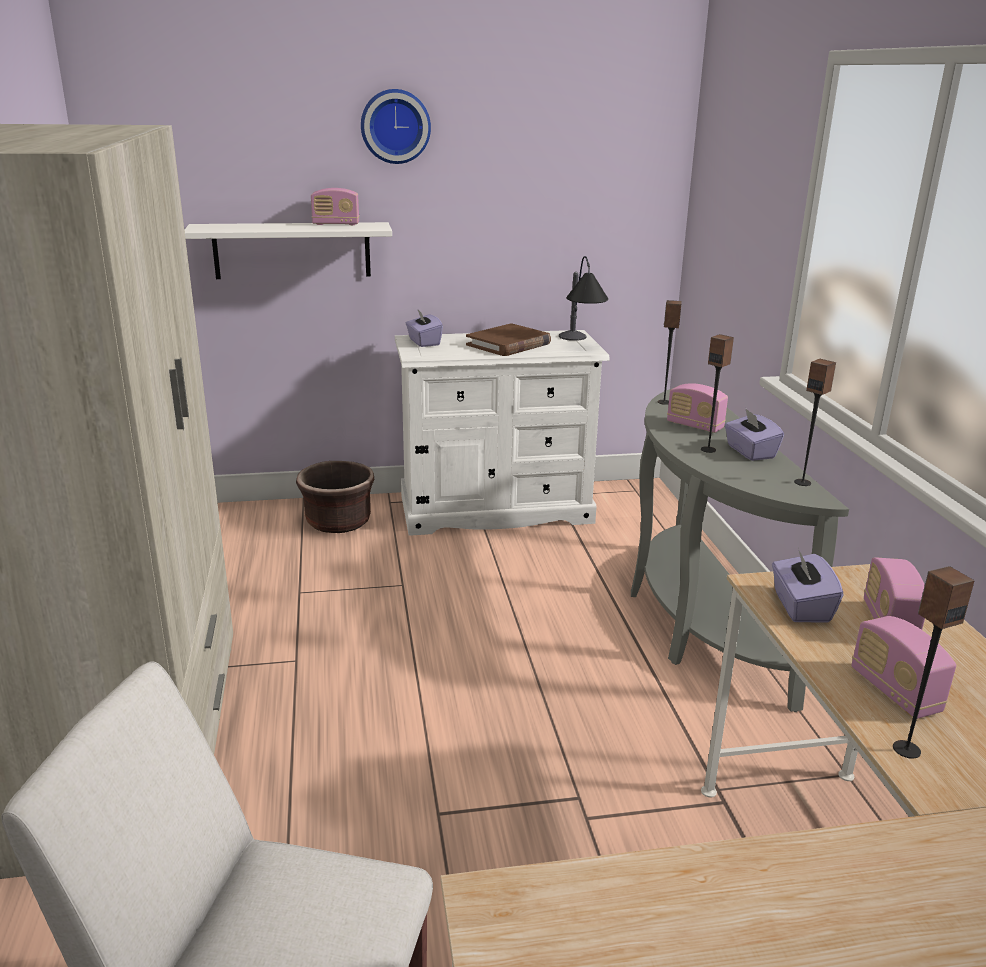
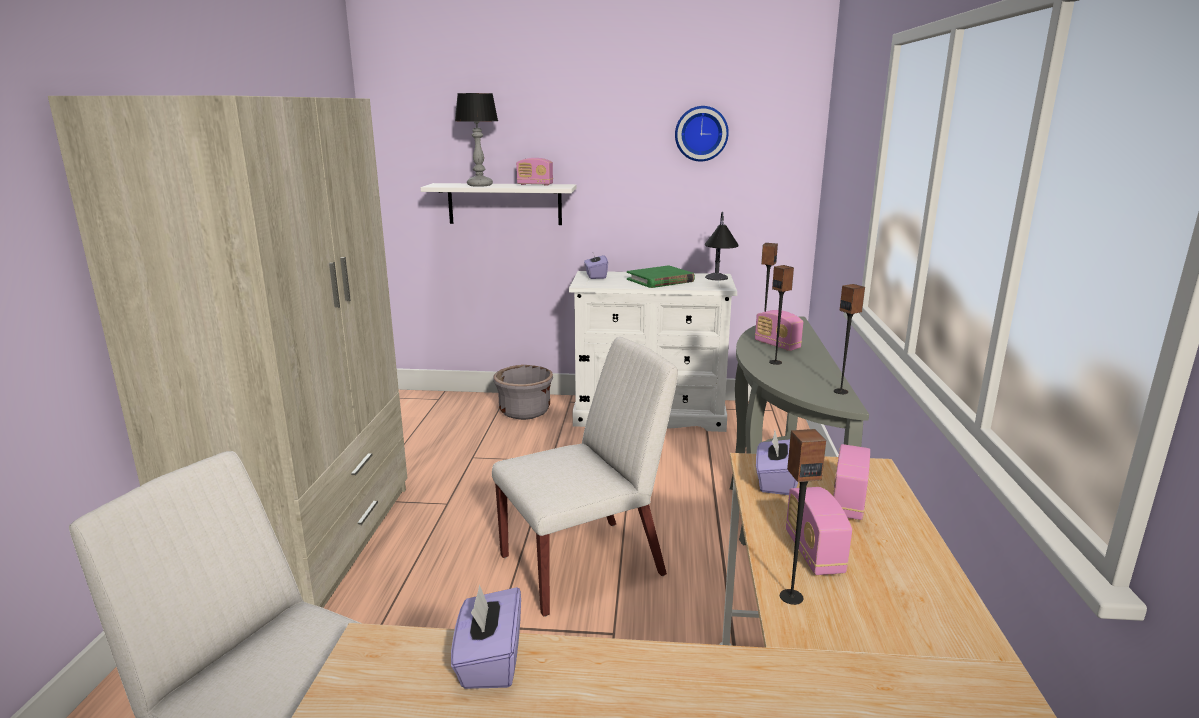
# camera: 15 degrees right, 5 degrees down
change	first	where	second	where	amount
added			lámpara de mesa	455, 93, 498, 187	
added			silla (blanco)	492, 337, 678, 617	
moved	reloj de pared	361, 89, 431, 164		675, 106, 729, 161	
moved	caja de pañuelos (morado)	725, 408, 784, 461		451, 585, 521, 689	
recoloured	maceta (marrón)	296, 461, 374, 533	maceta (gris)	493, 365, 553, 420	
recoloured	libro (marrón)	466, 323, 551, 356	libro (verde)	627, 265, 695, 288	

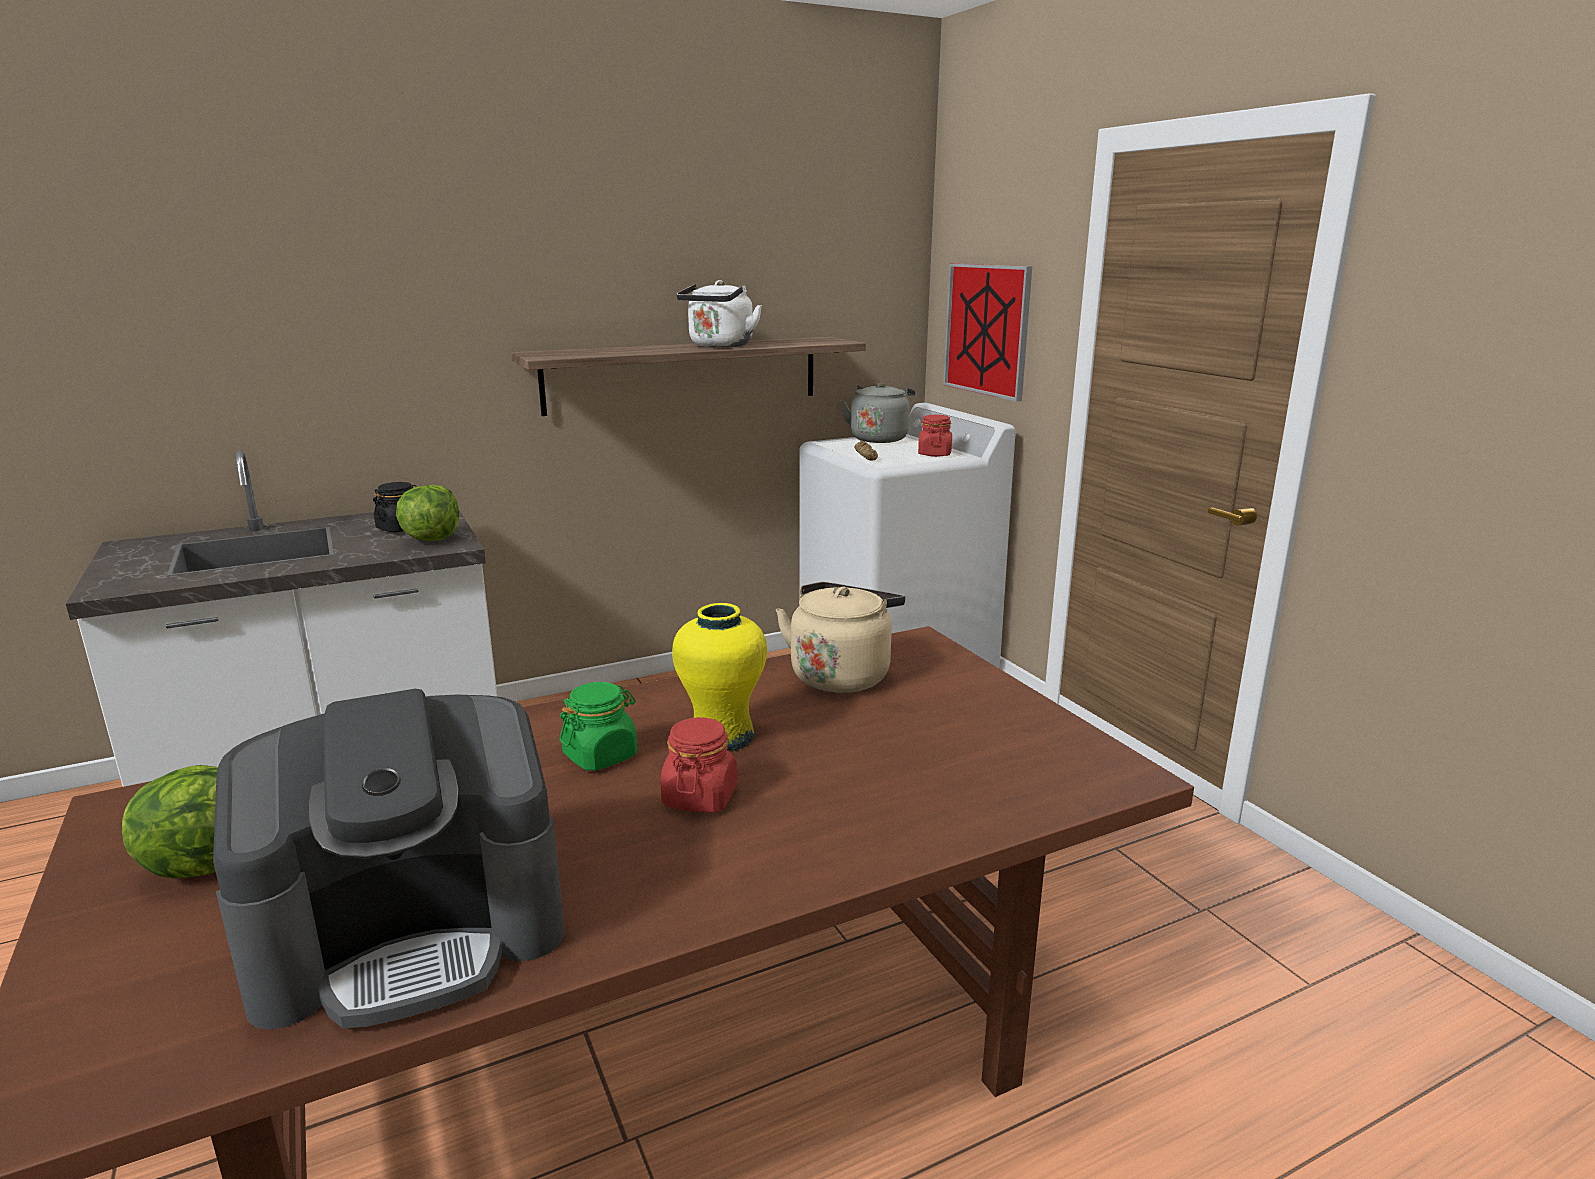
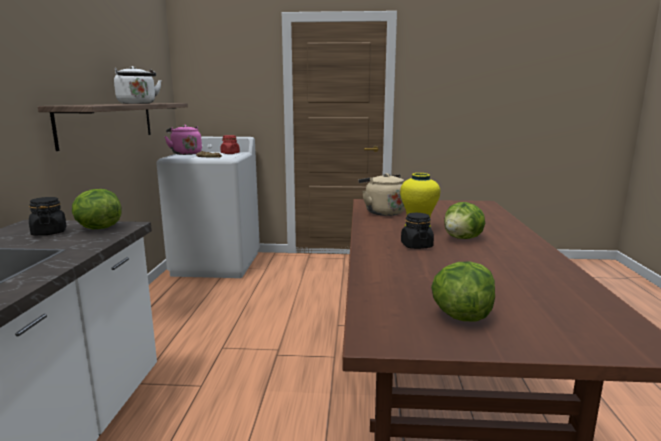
# camera: 60 degrees left, 5 degrees down
change	first	where	second	where	amount
removed	cafetera	213, 689, 564, 1030			
removed	cuadro	943, 263, 1032, 402			
replaced	tarro (rojo)	660, 717, 737, 813	lechuga	444, 202, 485, 239	
recoloured	tarro (verde)	560, 682, 637, 771	tarro (negro)	401, 213, 434, 249	
recoloured	hervidor (gris)	840, 382, 915, 443	hervidor (rosa)	164, 125, 202, 155	

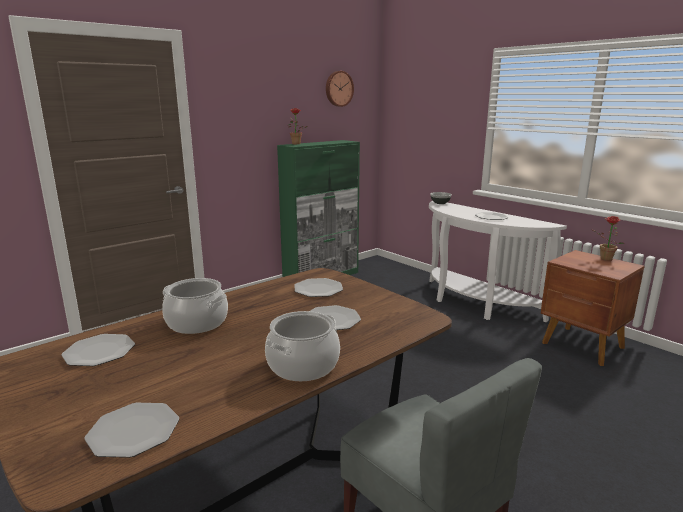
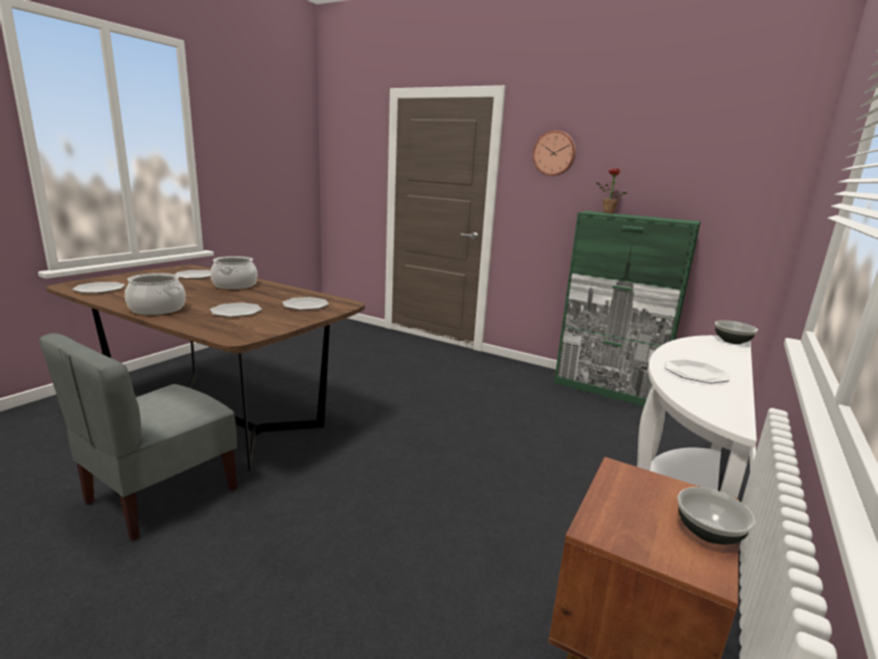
# camera: 70 degrees right, 0 degrees up
change	first	where	second	where	amount
moved	reloj de pared	326, 71, 354, 107		533, 130, 576, 176	
replaced	planta en maceta	591, 216, 624, 261	cuenco	678, 487, 755, 545	

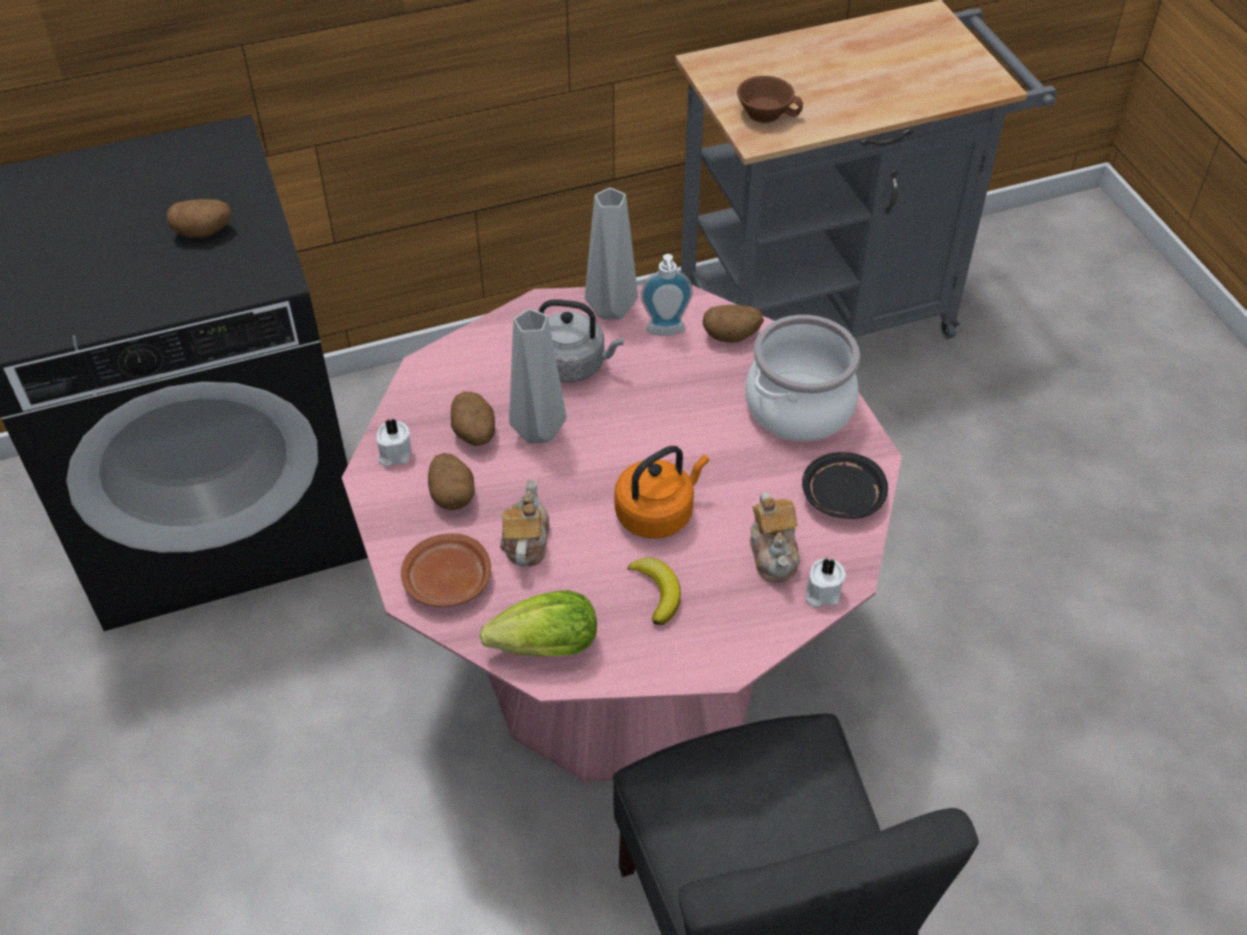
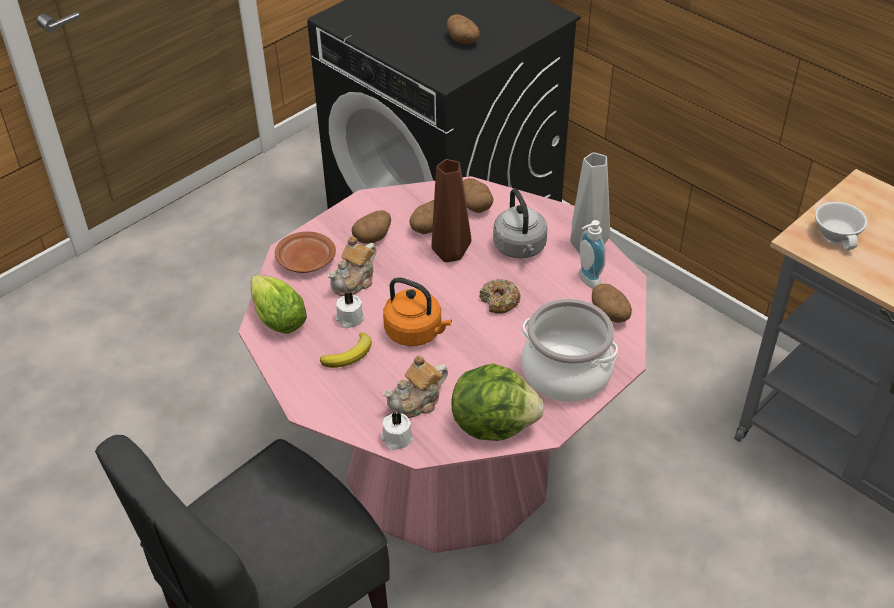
# camera: 65 degrees right, 5 degrees down
change	first	where	second	where	amount
added			patata	463, 178, 493, 213	
added			rosquilla	479, 279, 520, 314	
moved	vela (blanco)	377, 418, 411, 467		335, 292, 364, 328	
replaced	plato (negro)	802, 452, 888, 519	lechuga	451, 363, 544, 441	
recoloured	florero (gris)	509, 309, 566, 444	florero (marrón)	431, 159, 471, 262	
recoloured	taza (marrón)	737, 76, 803, 123	taza (blanco)	815, 202, 868, 250	
turned	tetera	500, 479, 550, 567		328, 236, 376, 296	150 degrees clockwise

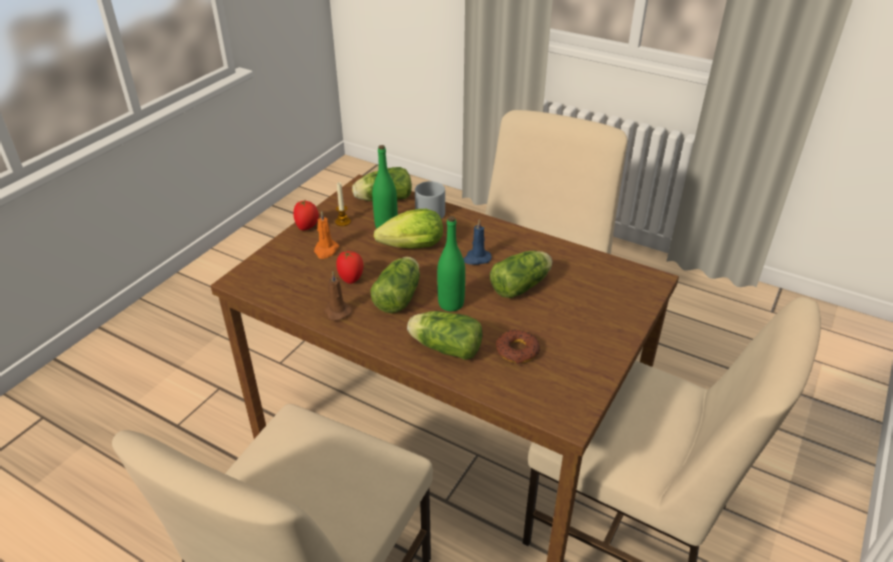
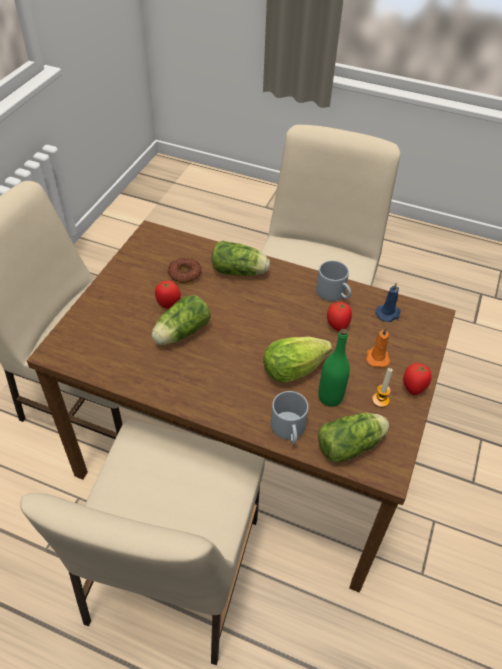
# camera: 170 degrees right, 10 degrees up
change	first	where	second	where	amount
removed	lechuga	370, 257, 420, 313			
removed	botella (verde)	437, 216, 465, 311			
added			tomate	155, 280, 181, 309	
moved	vela (azul)	463, 219, 492, 265		375, 282, 401, 322	
replaced	vela (marrón)	324, 271, 352, 321	taza grande (gris)	316, 260, 351, 301	

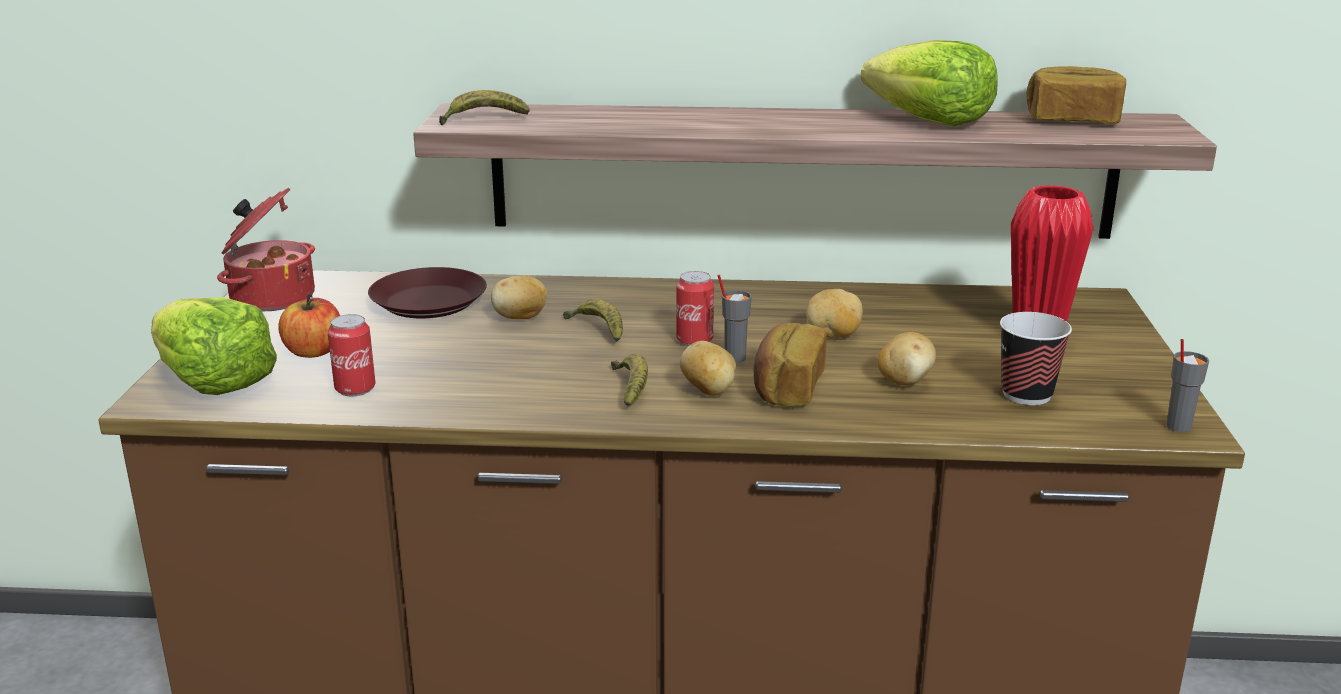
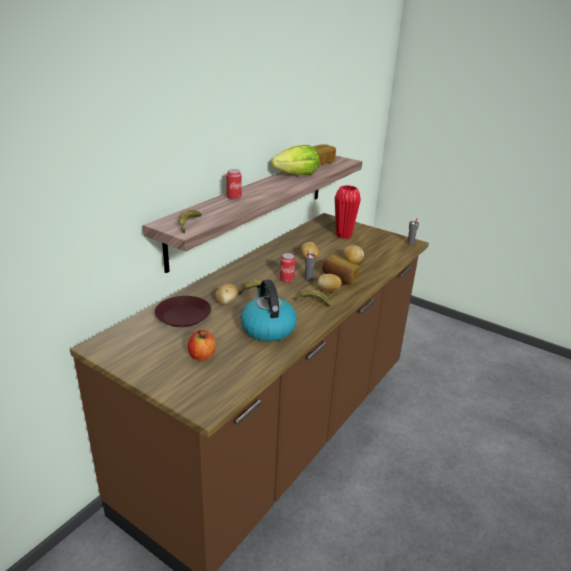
# camera: 60 degrees left, 5 degrees up
change	first	where	second	where	amount
removed	lechuga	151, 297, 277, 395			
removed	olla	217, 188, 315, 312			
removed	taza	1000, 312, 1072, 405			
added			hervidor	241, 280, 297, 342	
moved	lata	327, 314, 376, 396		226, 169, 242, 200	

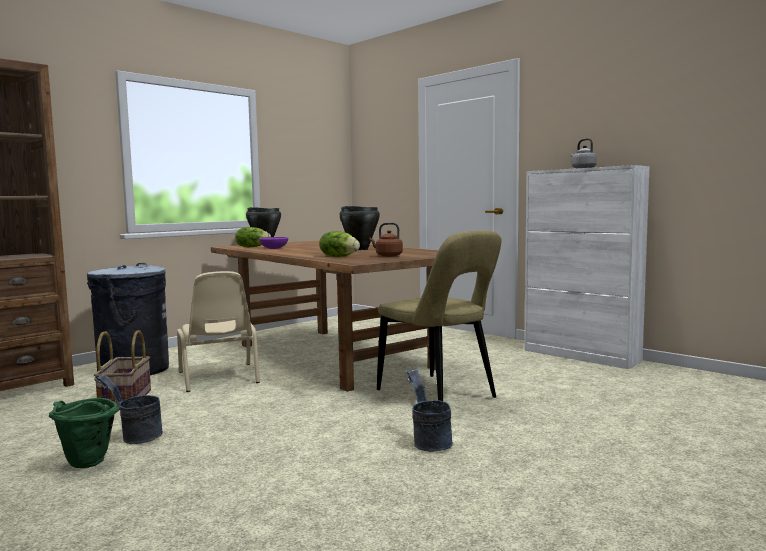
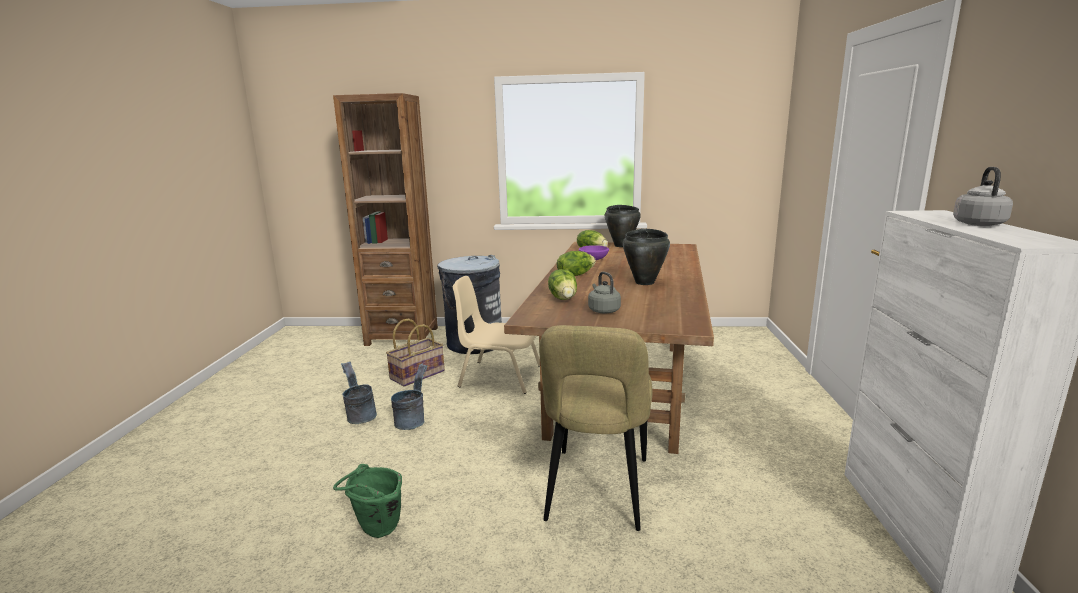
# camera: 50 degrees right, 10 degrees up
change	first	where	second	where	amount
added			lechuga	557, 251, 596, 276	
moved	cubo (verde)	49, 398, 119, 468		333, 464, 402, 538	
moved	cubo (gris)	405, 369, 453, 452		391, 364, 428, 430	
recoloured	hervidor (marrón)	369, 222, 403, 257	hervidor (gris)	588, 272, 621, 314	
turned	silla (beis)	177, 271, 260, 392		453, 276, 540, 394	75 degrees clockwise

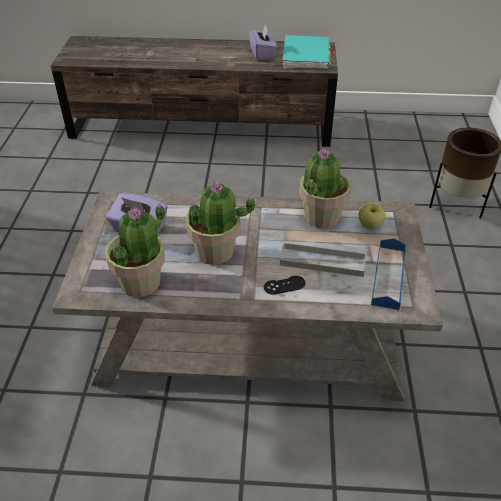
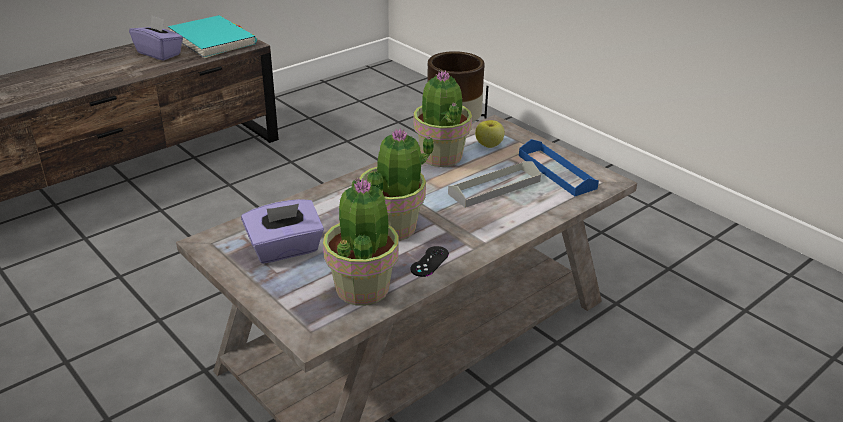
# camera: 45 degrees left, 10 degrees down
change	first	where	second	where	amount
moved	mando de consola (negro)	264, 276, 305, 295		410, 246, 449, 277	

